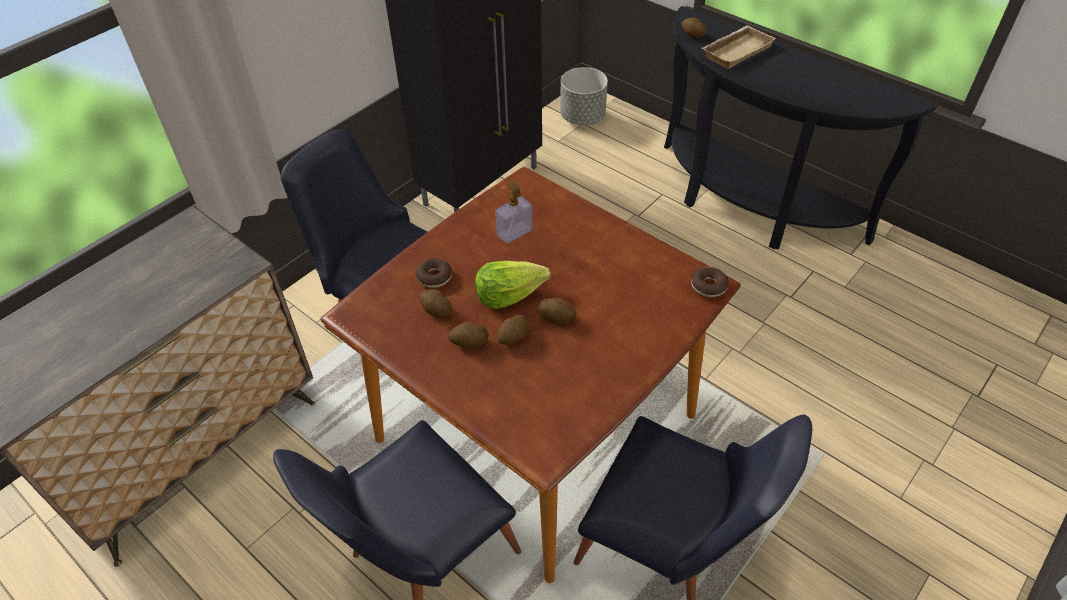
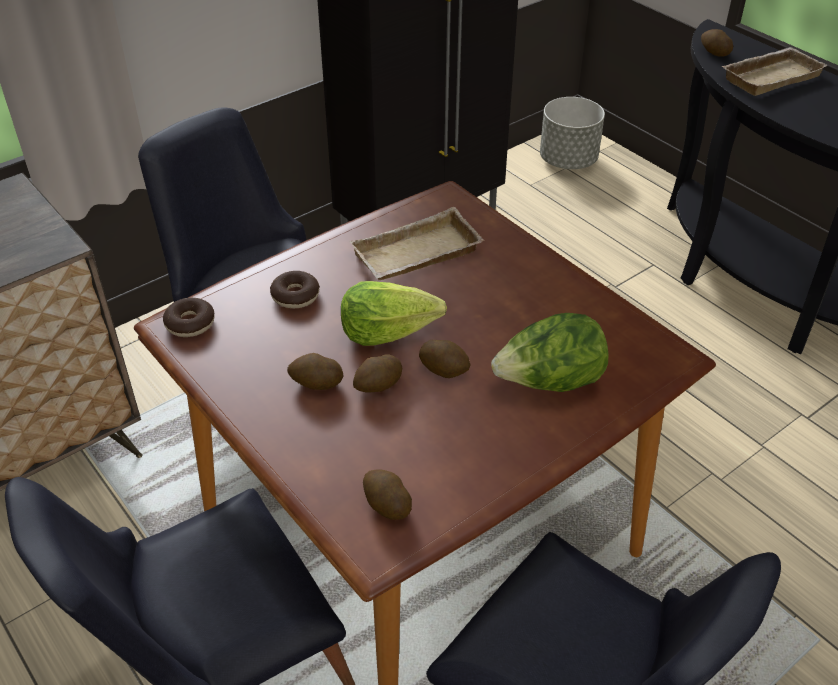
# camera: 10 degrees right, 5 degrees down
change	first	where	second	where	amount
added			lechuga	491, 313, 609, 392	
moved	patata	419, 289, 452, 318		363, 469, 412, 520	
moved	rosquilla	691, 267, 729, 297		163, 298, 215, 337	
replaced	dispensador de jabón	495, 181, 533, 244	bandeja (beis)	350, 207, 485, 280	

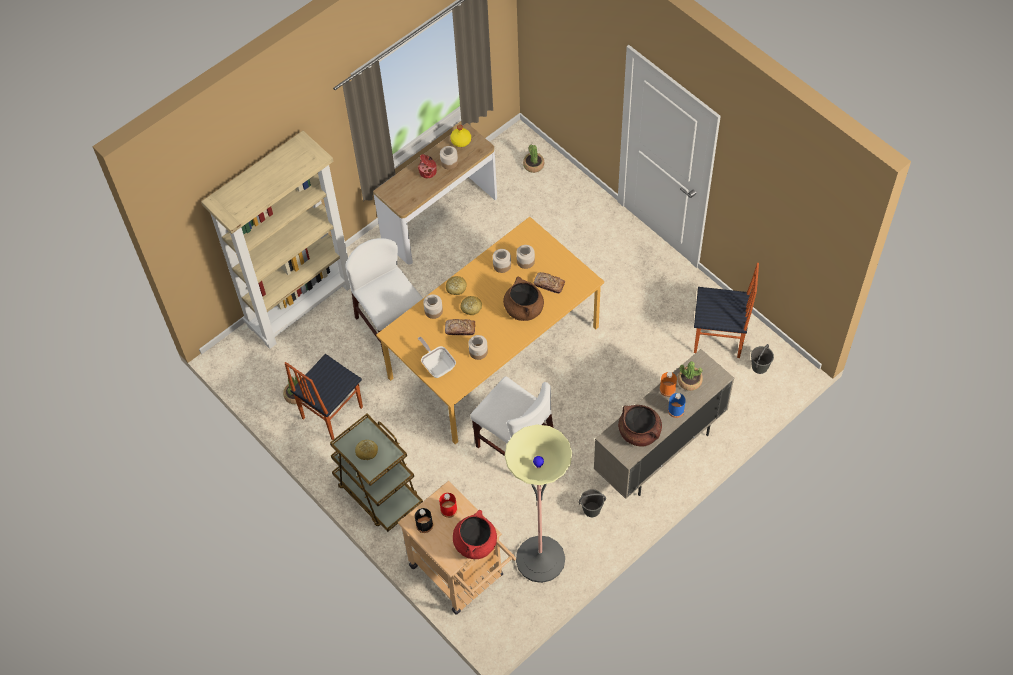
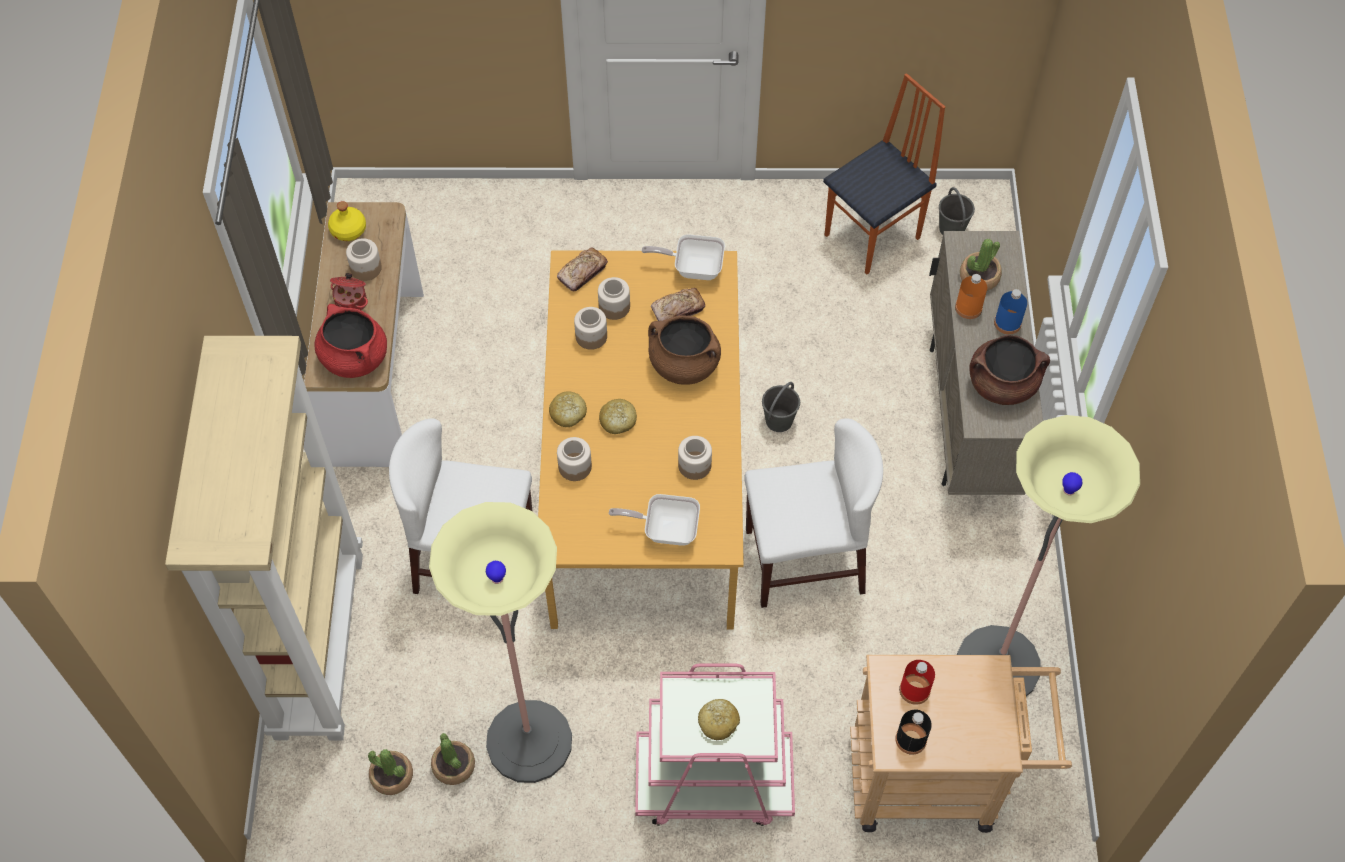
# camera: 50 degrees left, 0 degrees up
change	first	where	second	where	amount
added			sartén	642, 235, 725, 280	
moved	pan	445, 319, 475, 336		557, 247, 608, 291	
moved	olla (rojo)	453, 510, 497, 559		315, 304, 387, 378	
moved	planta en maceta	523, 145, 544, 173		368, 749, 413, 795	
moved	cubo (gris)	578, 489, 606, 517		762, 382, 800, 432	
replaced	silla	285, 354, 363, 440	lámpara de pie	429, 502, 572, 783	
recoloured	carrito (marrón)	330, 414, 423, 532	carrito (rosa)	635, 663, 795, 826	

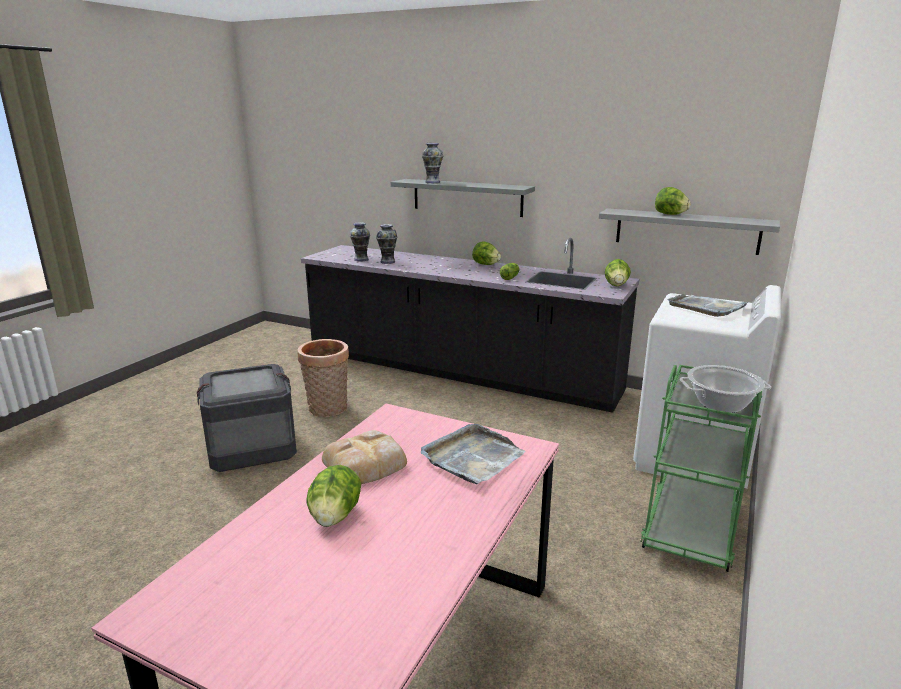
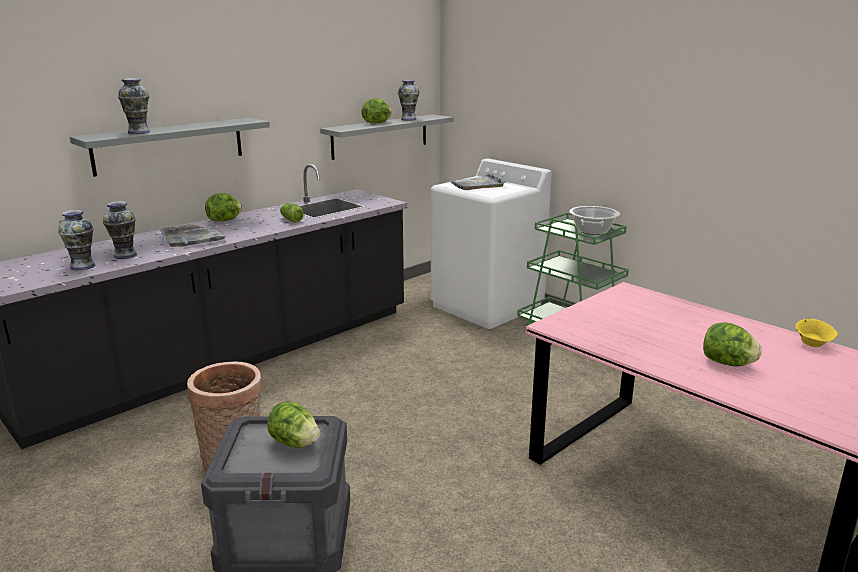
# camera: 70 degrees left, 0 degrees up
change	first	where	second	where	amount
removed	pan	322, 430, 407, 484			
added			florero	398, 80, 420, 121	
added			cuenco (amarillo)	795, 319, 838, 347	
moved	bandeja (gris)	421, 424, 526, 485		160, 225, 225, 247	
moved	lechuga	605, 259, 631, 286		267, 401, 320, 448	

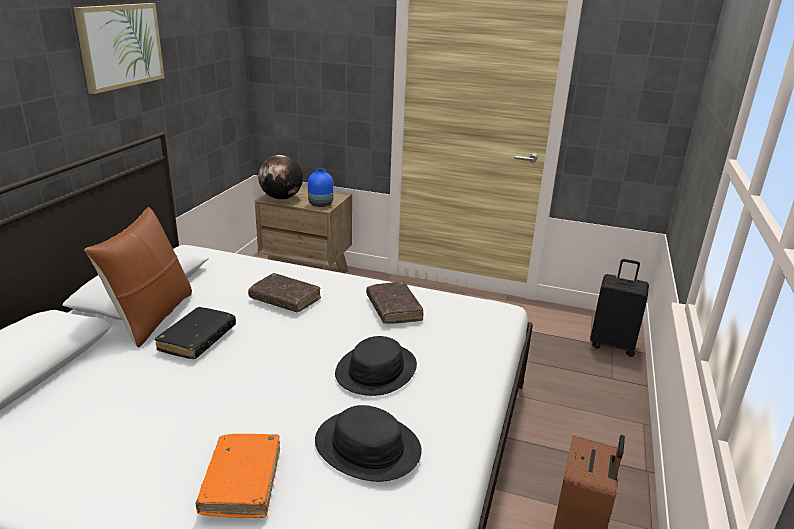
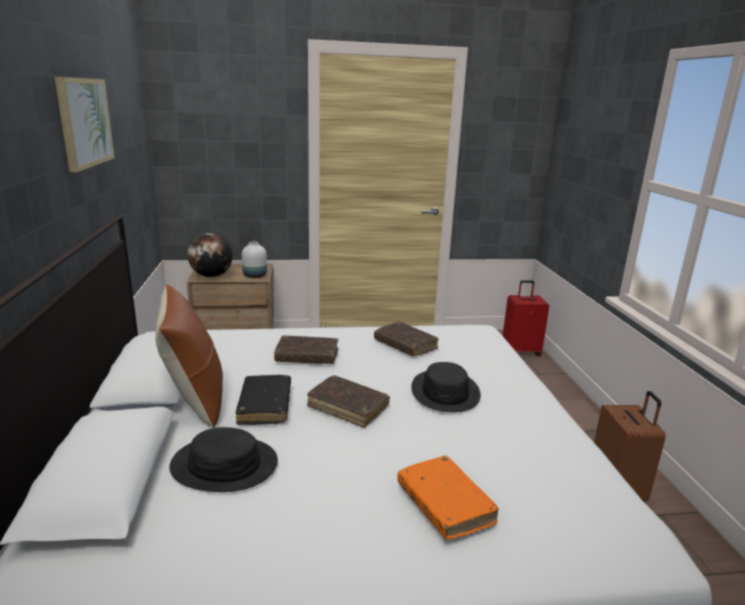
# camera: 25 degrees left, 5 degrees down
change	first	where	second	where	amount
added			libro (marrón)	307, 375, 390, 428	
moved	sombrero (negro)	315, 405, 422, 482		169, 427, 278, 492	
recoloured	florero (azul)	308, 169, 333, 207	florero (blanco)	242, 242, 267, 278	
recoloured	maleta (negro)	590, 259, 649, 357	maleta (rojo)	503, 280, 549, 357	

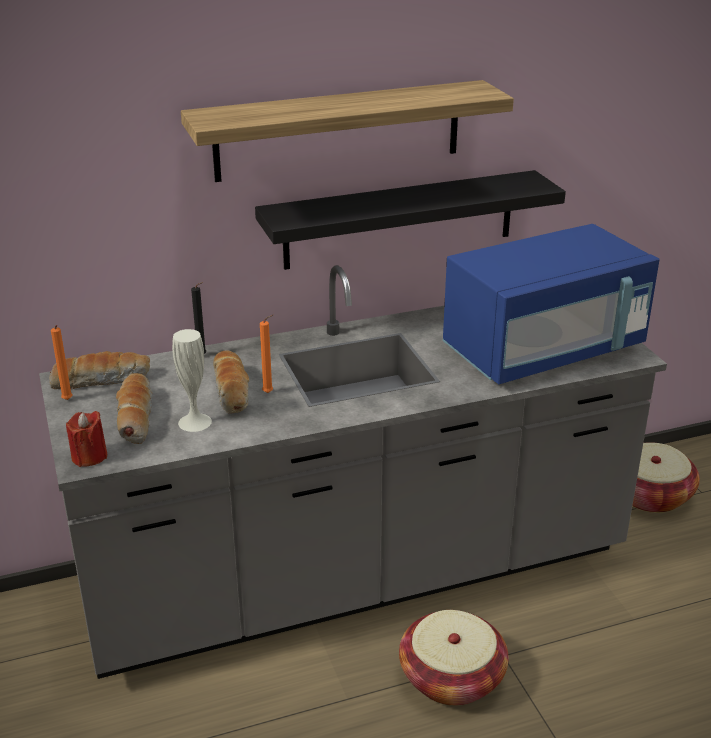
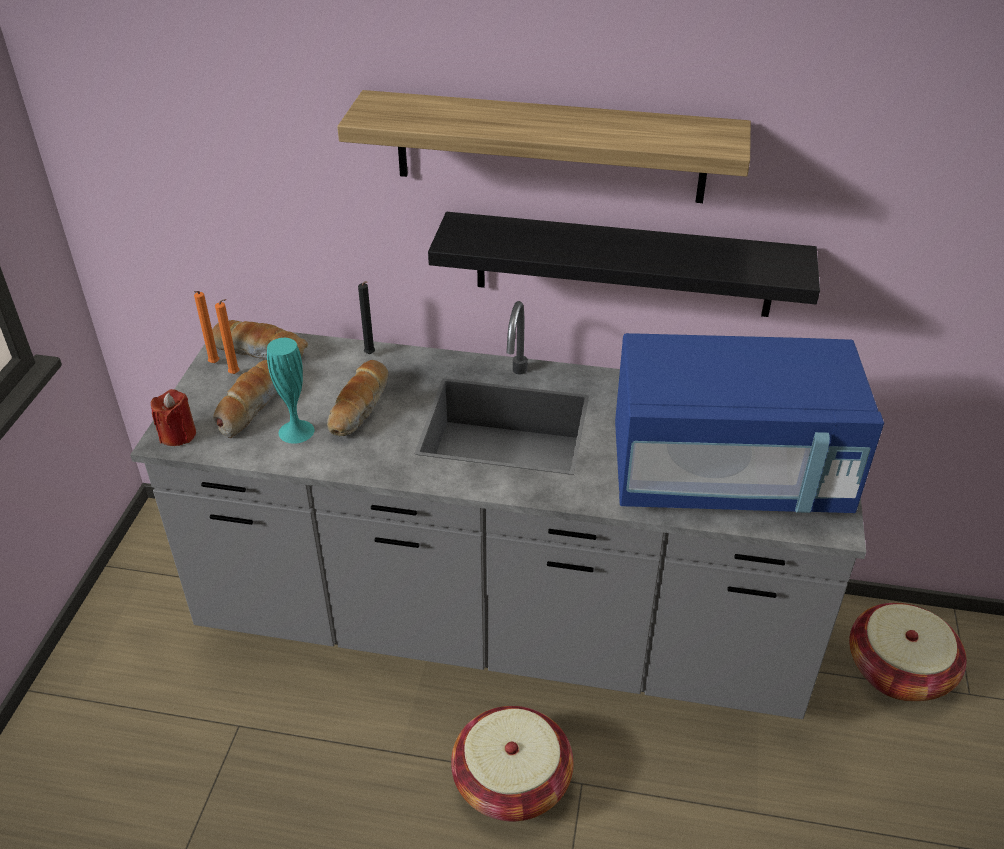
# camera: 30 degrees right, 10 degrees up
change	first	where	second	where	amount
moved	vela (naranja)	260, 315, 273, 393		215, 299, 240, 374	
recoloured	florero (blanco)	172, 329, 212, 432	florero (turquesa)	267, 338, 314, 444	

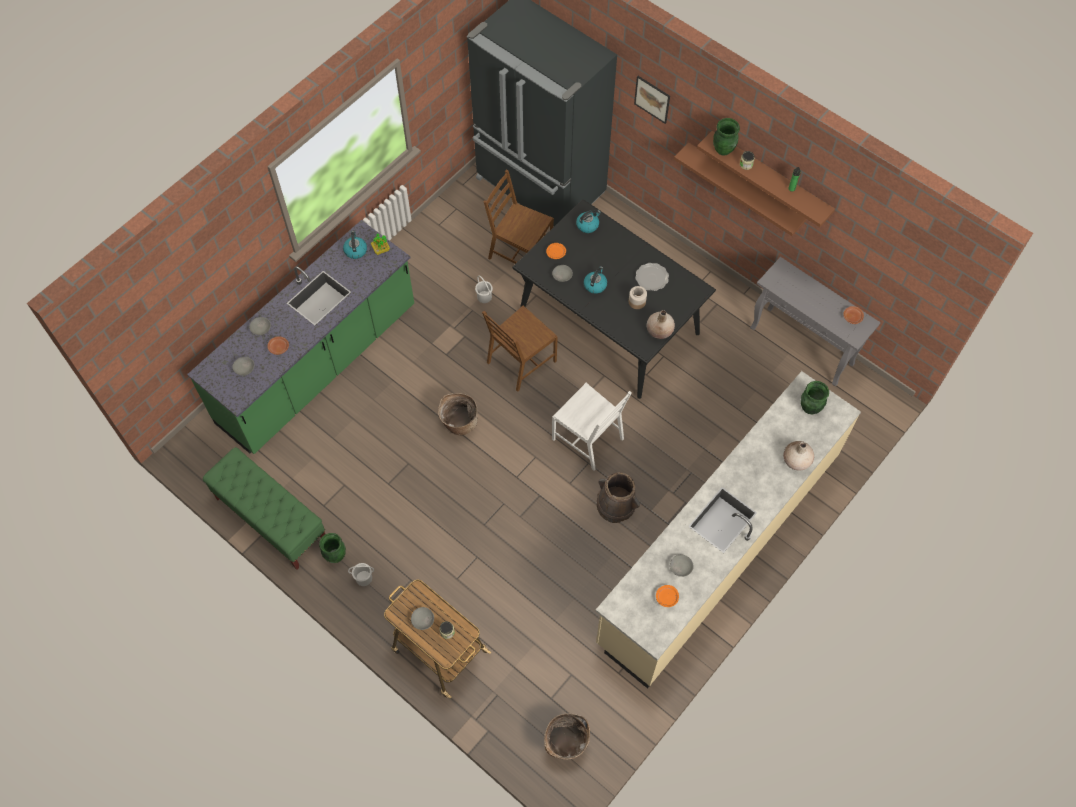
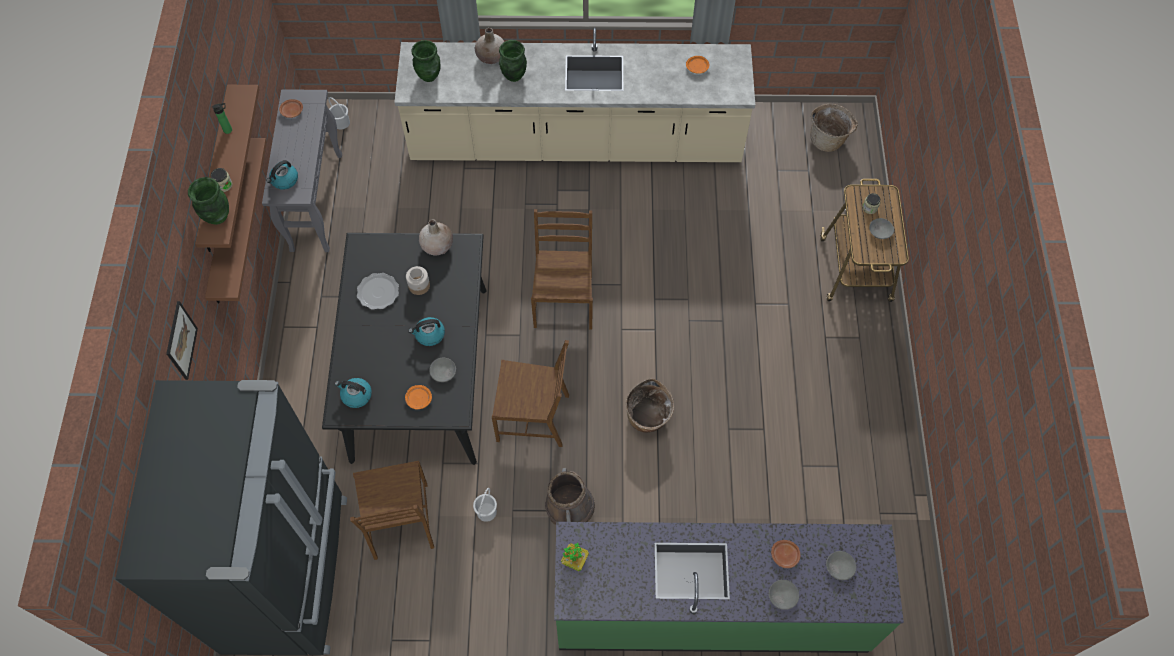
# camera: 130 degrees left, 0 degrees up
change	first	where	second	where	amount
removed	banco (verde)	203, 447, 325, 570			
removed	cuenco (gris)	670, 555, 694, 577			
moved	florero (verde)	319, 533, 346, 563		499, 40, 527, 82	
moved	hervidor	343, 231, 367, 259		266, 160, 298, 190	
moved	cubo (blanco)	348, 563, 374, 586		328, 97, 350, 129	
moved	cubo (marrón)	597, 472, 640, 523		545, 468, 595, 525	
recoloured	silla (blanco)	552, 383, 632, 471	silla (marrón)	531, 209, 593, 329	

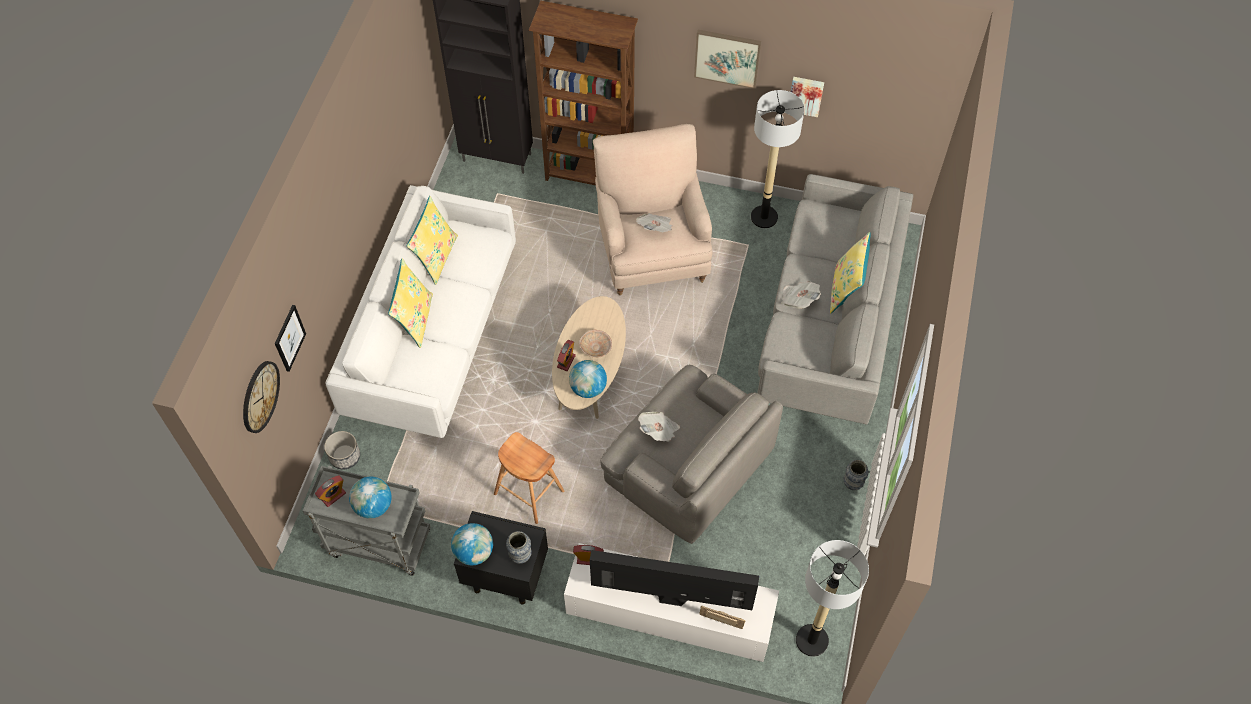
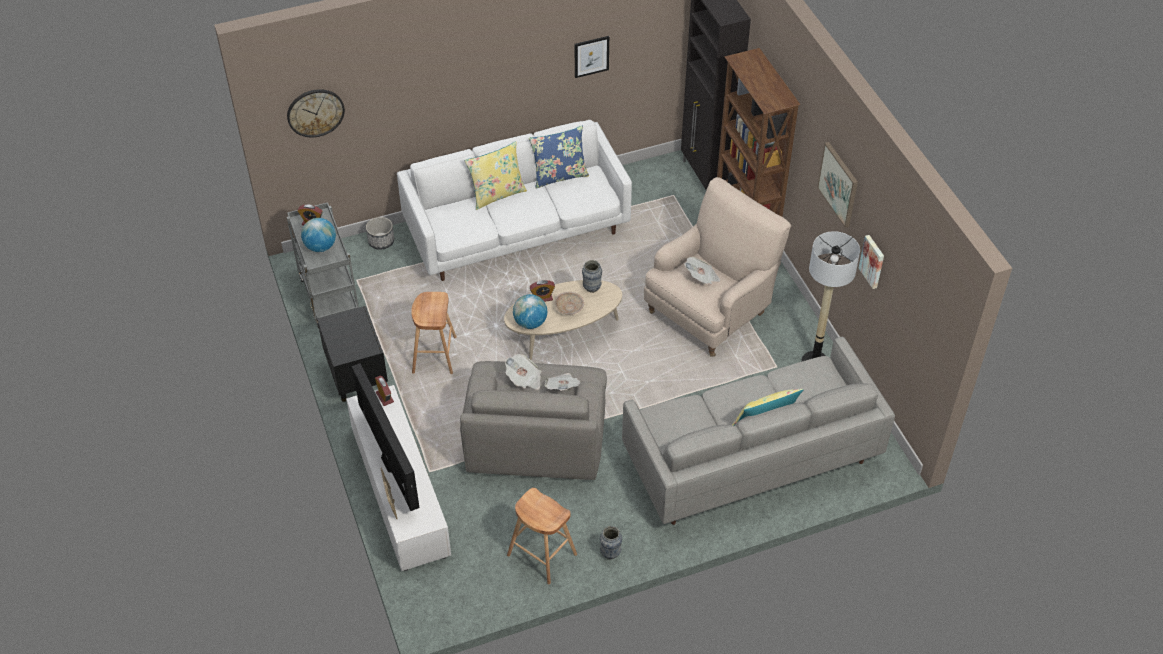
# camera: 55 degrees right, 10 degrees down
change	first	where	second	where	amount
removed	globo terráqueo	451, 523, 493, 565			
removed	lámpara de pie	796, 540, 869, 657			
added			taburete (marrón)	507, 488, 577, 584	
moved	cuadro	275, 305, 306, 372		575, 36, 609, 78	
moved	florero	506, 531, 532, 564		582, 260, 602, 293	
moved	periódico	781, 281, 821, 309		544, 373, 581, 391	
recoloured	cojín (amarillo)	406, 196, 458, 285	cojín (azul)	529, 126, 589, 189	

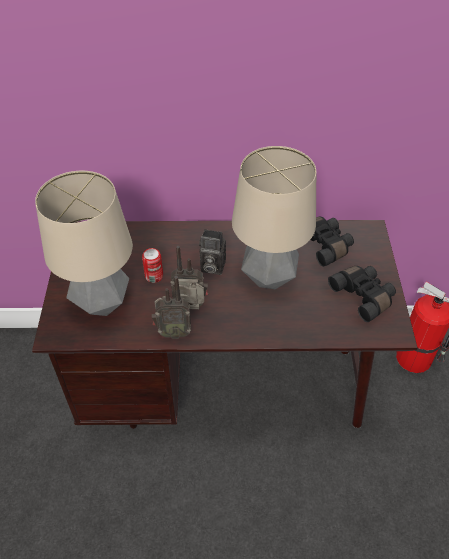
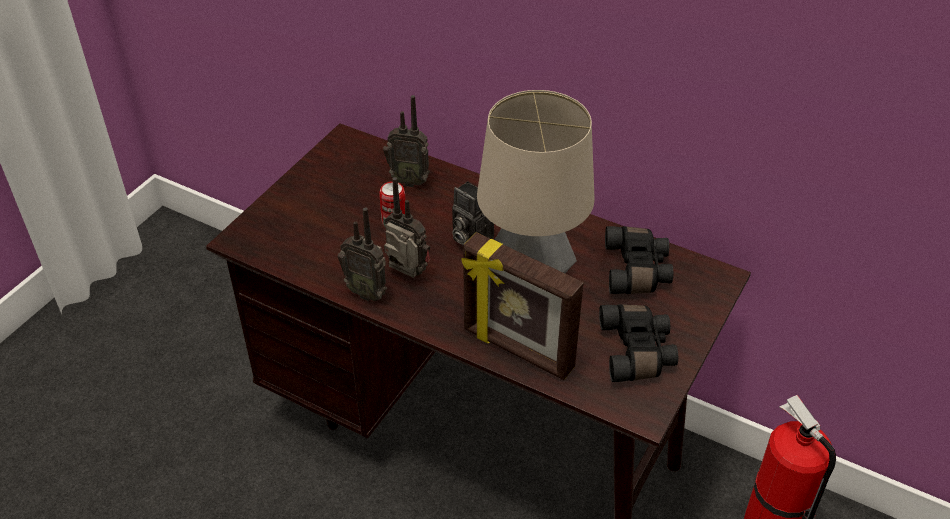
# camera: 30 degrees right, 5 degrees down
change	first	where	second	where	amount
removed	lámpara de mesa	35, 171, 133, 316			
added			radio	383, 95, 430, 187	
added			portarretratos	461, 232, 584, 380	

